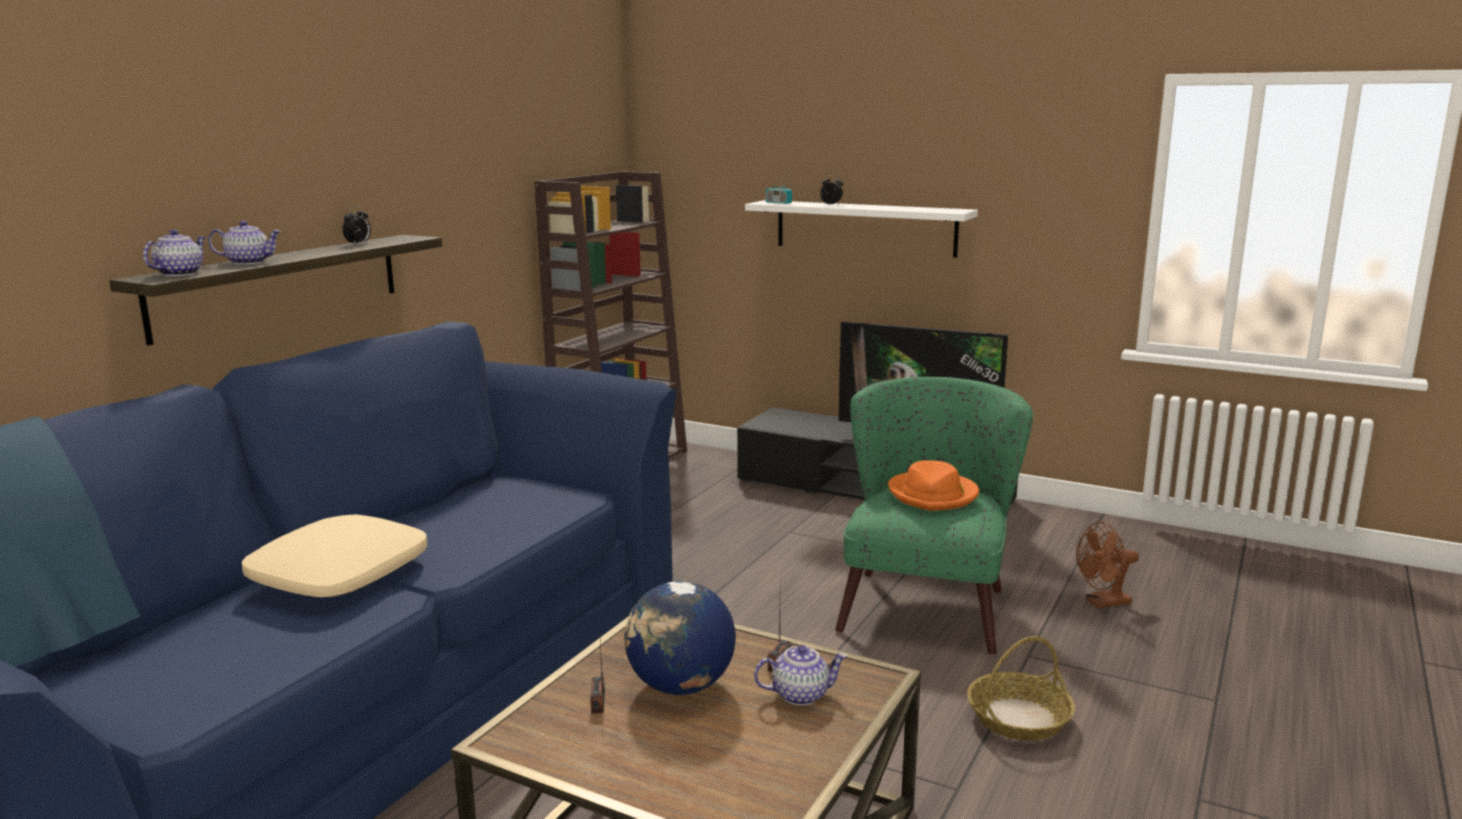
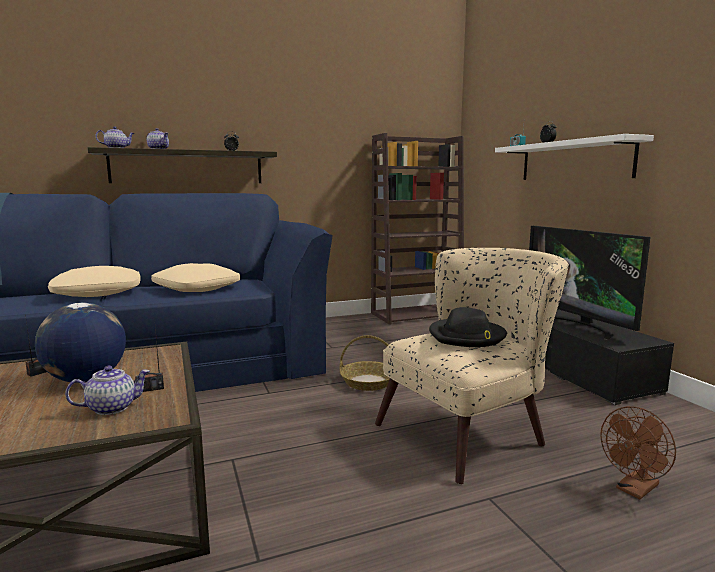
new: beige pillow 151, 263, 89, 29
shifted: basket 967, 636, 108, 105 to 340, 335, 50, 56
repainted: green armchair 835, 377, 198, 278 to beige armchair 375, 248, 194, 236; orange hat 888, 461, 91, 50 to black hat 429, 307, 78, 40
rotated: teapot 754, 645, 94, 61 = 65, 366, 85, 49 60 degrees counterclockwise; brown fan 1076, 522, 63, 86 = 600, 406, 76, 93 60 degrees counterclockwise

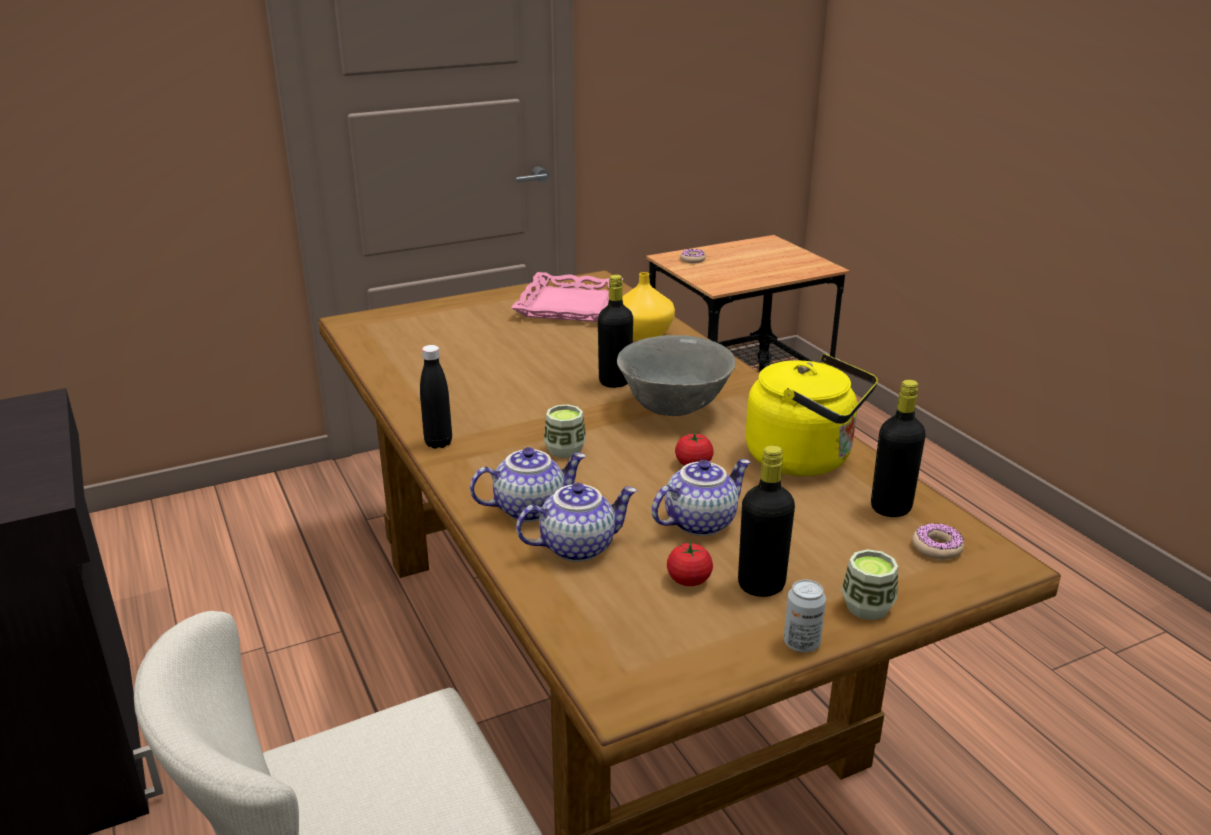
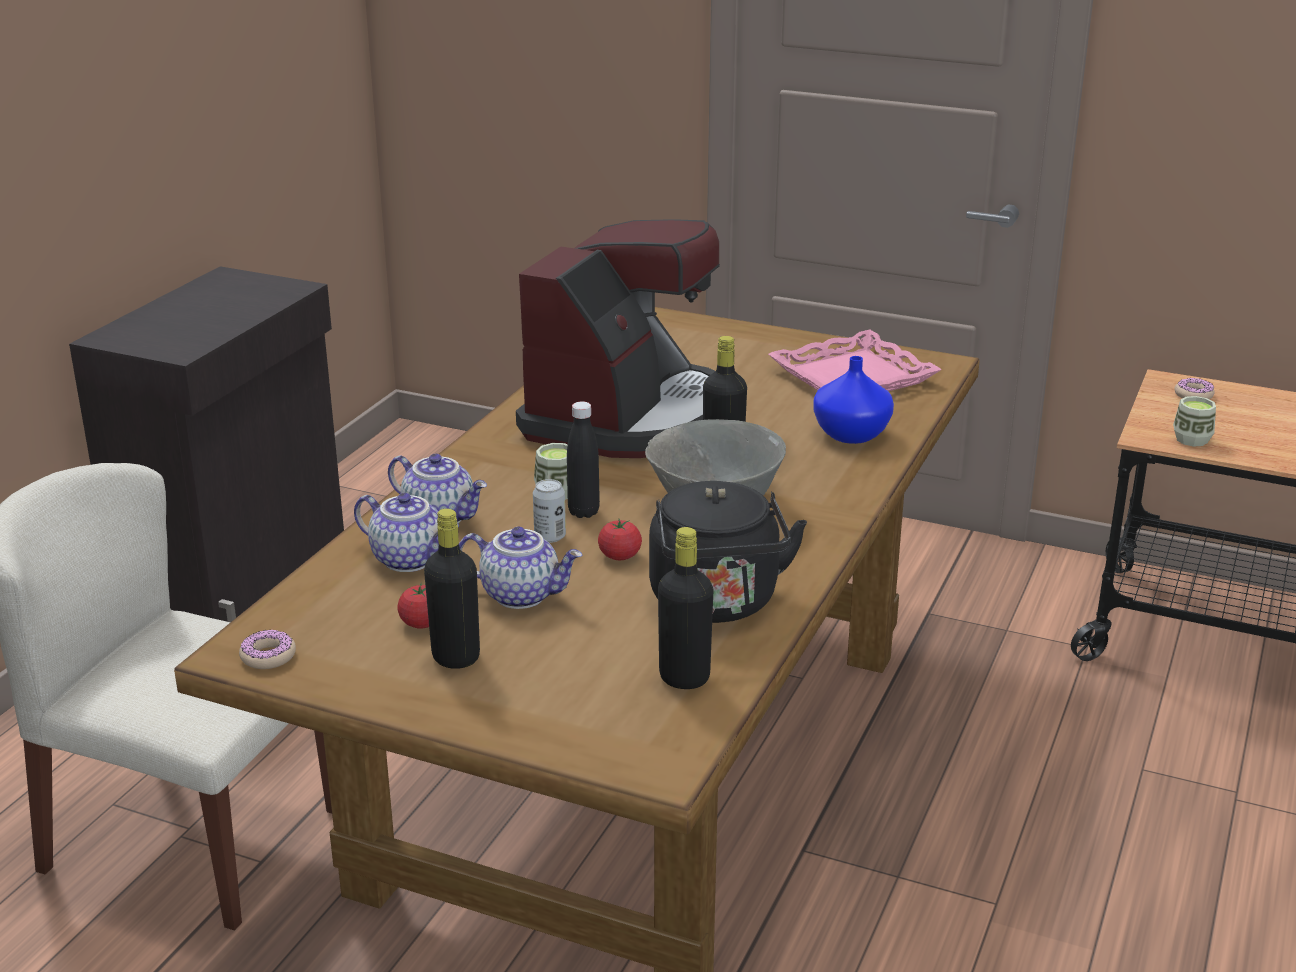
new: coffee machine 516, 219, 204, 239
shifted: black bottle 420, 345, 32, 104 to 567, 401, 33, 117; can 784, 580, 42, 73 to 533, 479, 33, 64; cup 842, 549, 56, 71 to 1173, 396, 43, 51; donut 912, 523, 52, 36 to 239, 629, 57, 40
repainted: yellow vase 622, 272, 53, 69 to blue vase 813, 356, 81, 88; yellow kettle 745, 354, 133, 122 to black kettle 649, 481, 158, 142

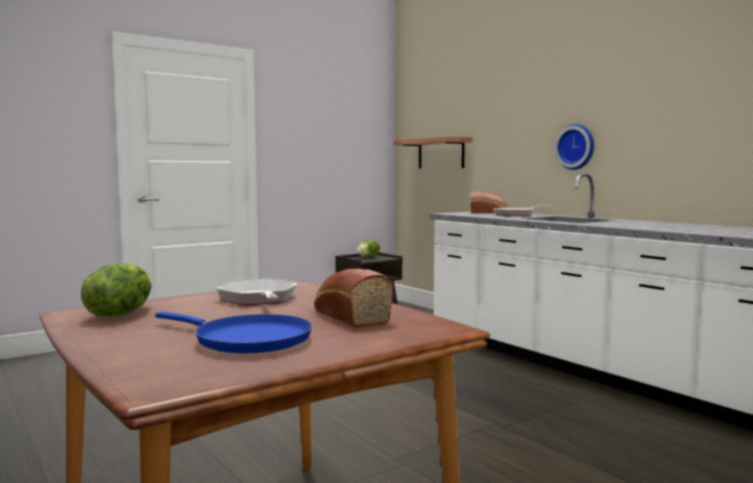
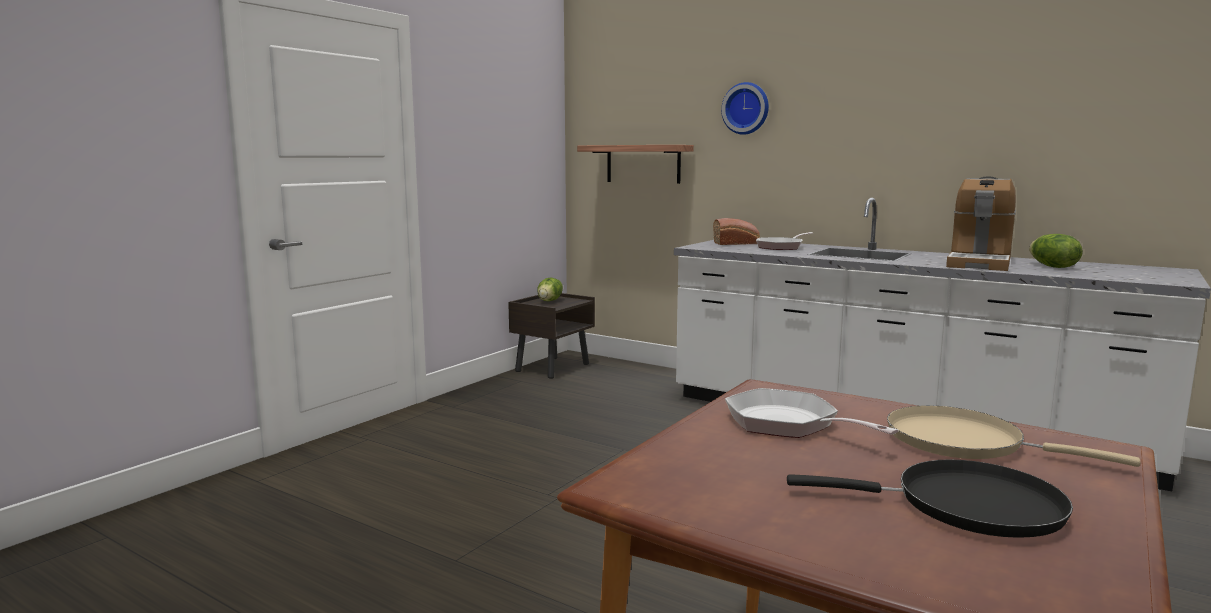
new: coffee machine 946, 176, 70, 95
shifted: lettuce 81, 263, 71, 54 to 1029, 234, 54, 34; wall clock 555, 124, 39, 46 to 721, 82, 48, 53
swapped: bread 314, 269, 79, 58 to beige frying pan 887, 405, 253, 62
repainted: blue frying pan 155, 311, 157, 42 to black frying pan 787, 459, 286, 79

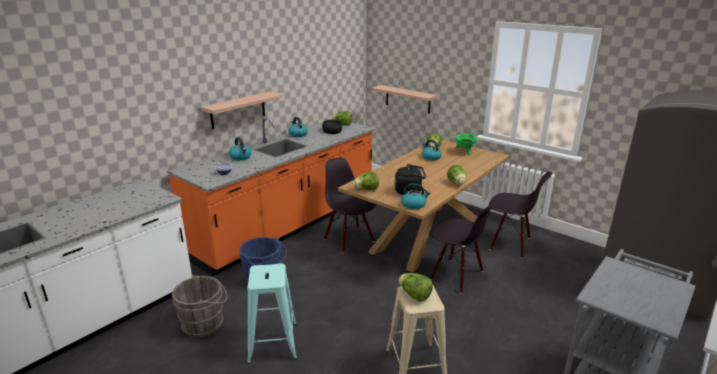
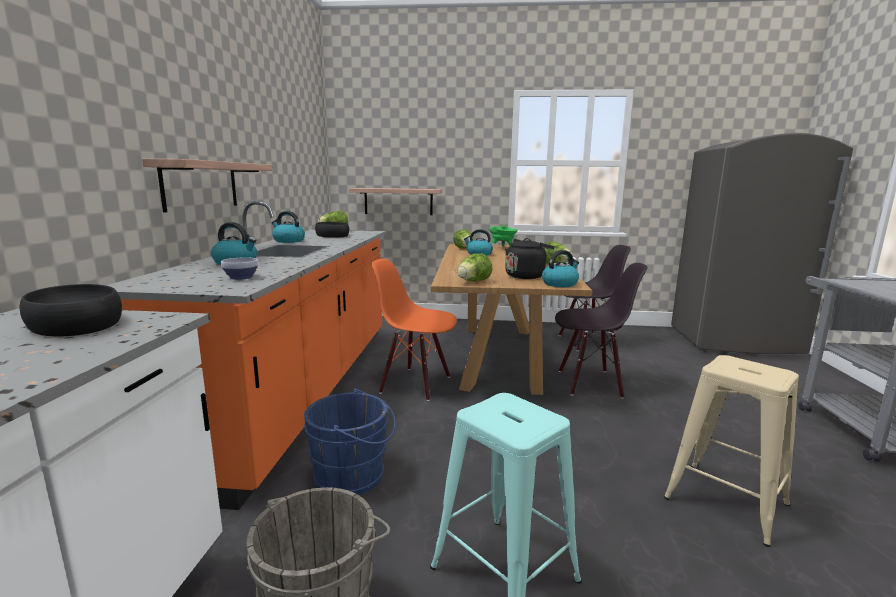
gone: lettuce 399, 273, 34, 29
new: black bowl 20, 284, 102, 52
repainted: black chair 324, 158, 53, 95 to orange chair 372, 259, 85, 142

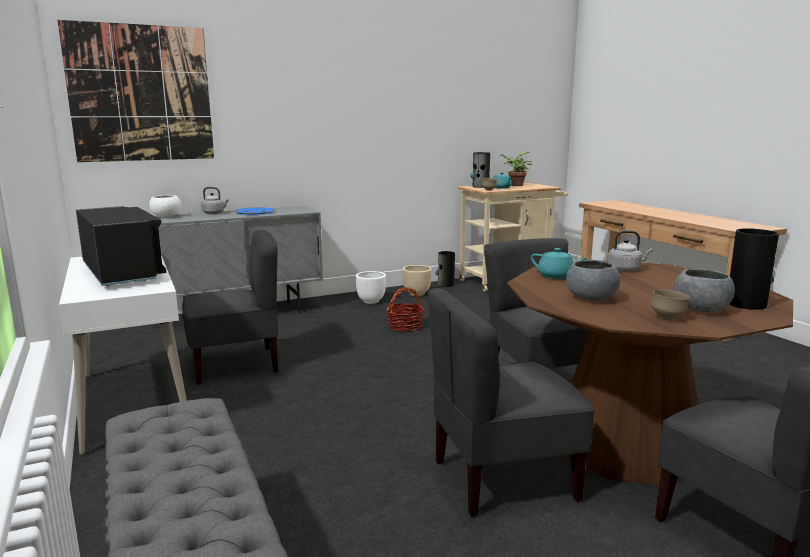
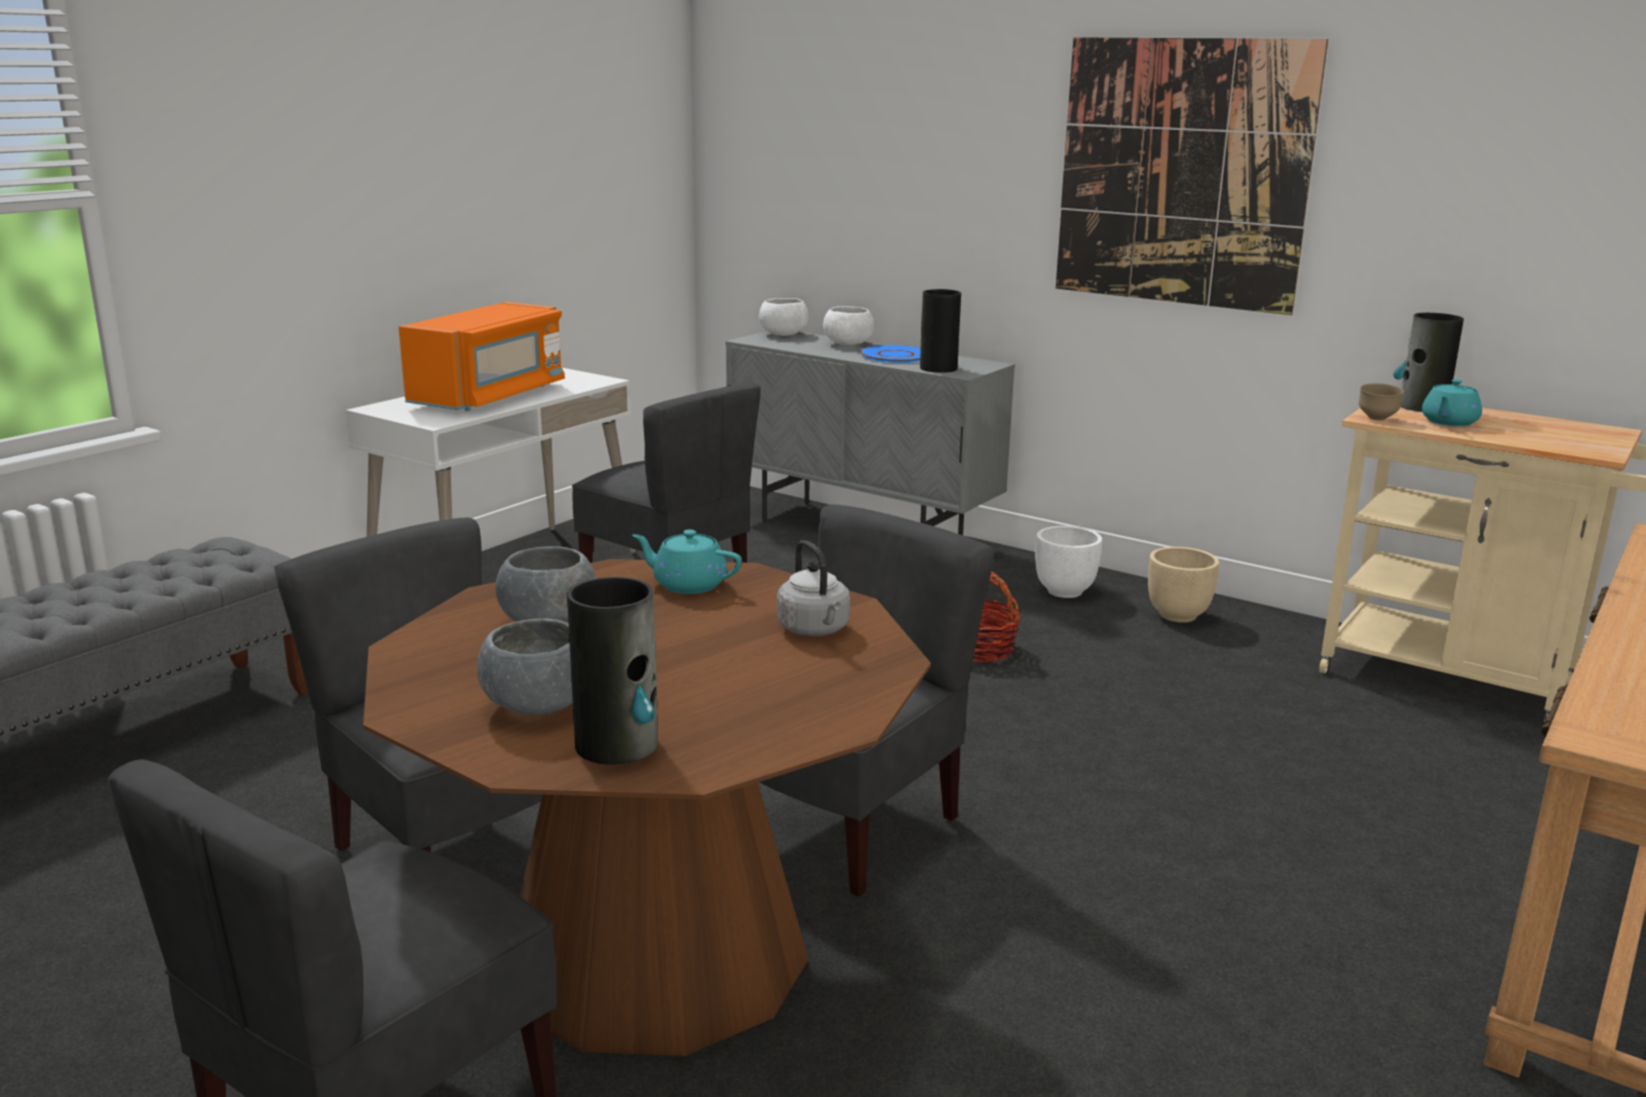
gone: potted plant 502, 152, 30, 34; brown bowl 651, 289, 39, 31
shifted: picture 58, 20, 156, 142 to 1056, 37, 272, 278; vase 435, 251, 20, 36 to 920, 289, 41, 84
swapped: grey kettle 201, 187, 28, 27 to white bowl 823, 306, 51, 39
repainted: black microwave 76, 206, 90, 80 to orange microwave 399, 302, 166, 109
rotated: turquoise teapot 531, 248, 57, 31 = 632, 529, 110, 65 105 degrees clockwise

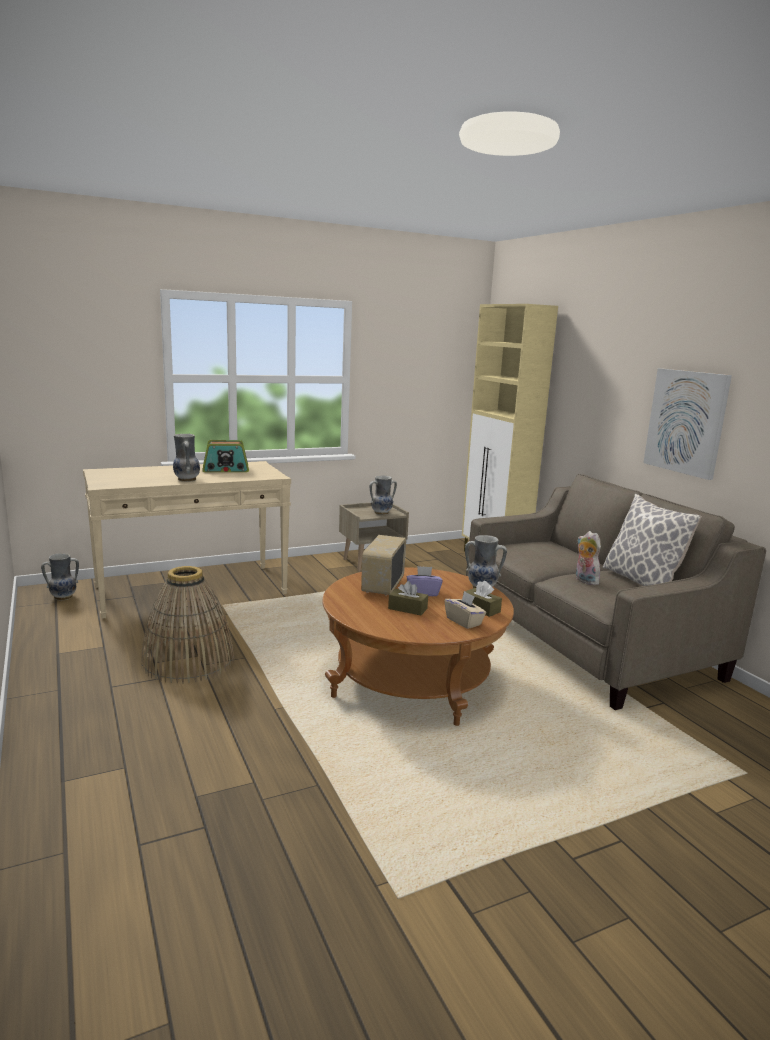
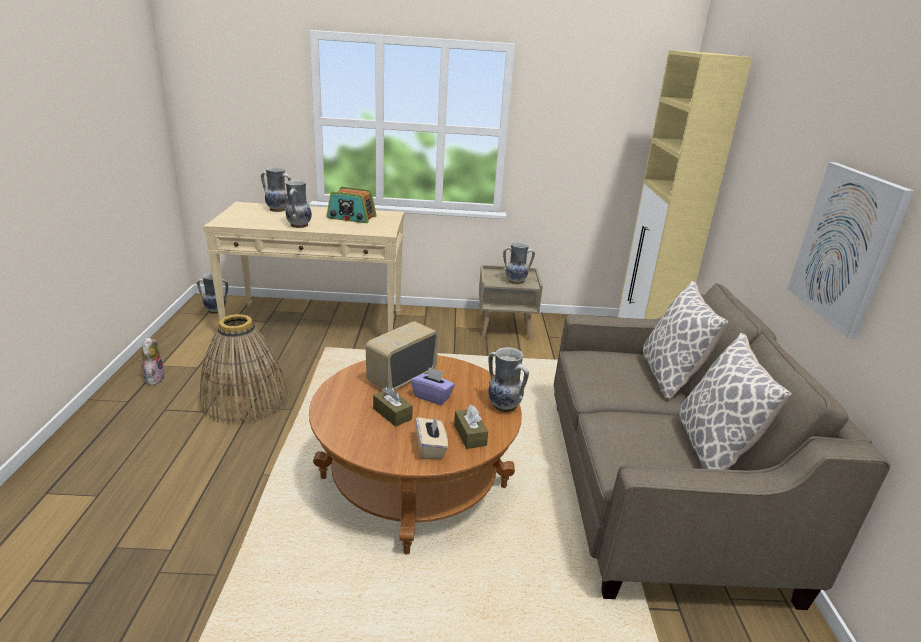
new: vase 261, 167, 30, 45; pillow 643, 281, 85, 119
shifted: plush toy 576, 531, 25, 54 to 139, 337, 27, 48

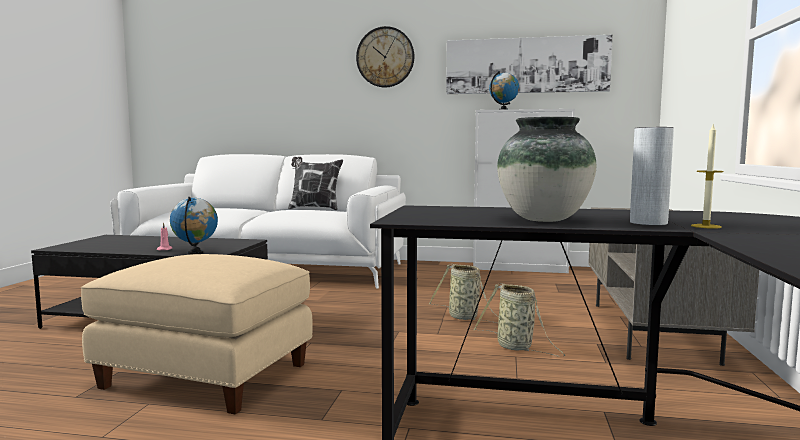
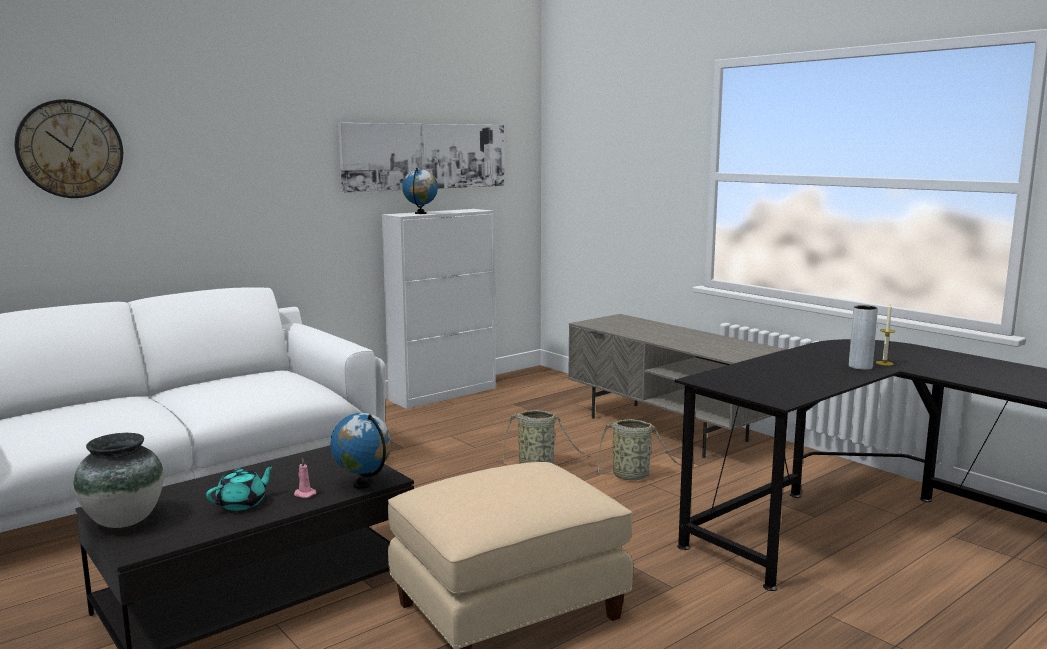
gone: pillow 288, 157, 55, 53
new: turquoise teapot 206, 465, 69, 46
shifted: wall clock 356, 26, 58, 61 to 15, 99, 108, 99; vase 497, 117, 99, 105 to 74, 433, 90, 95

